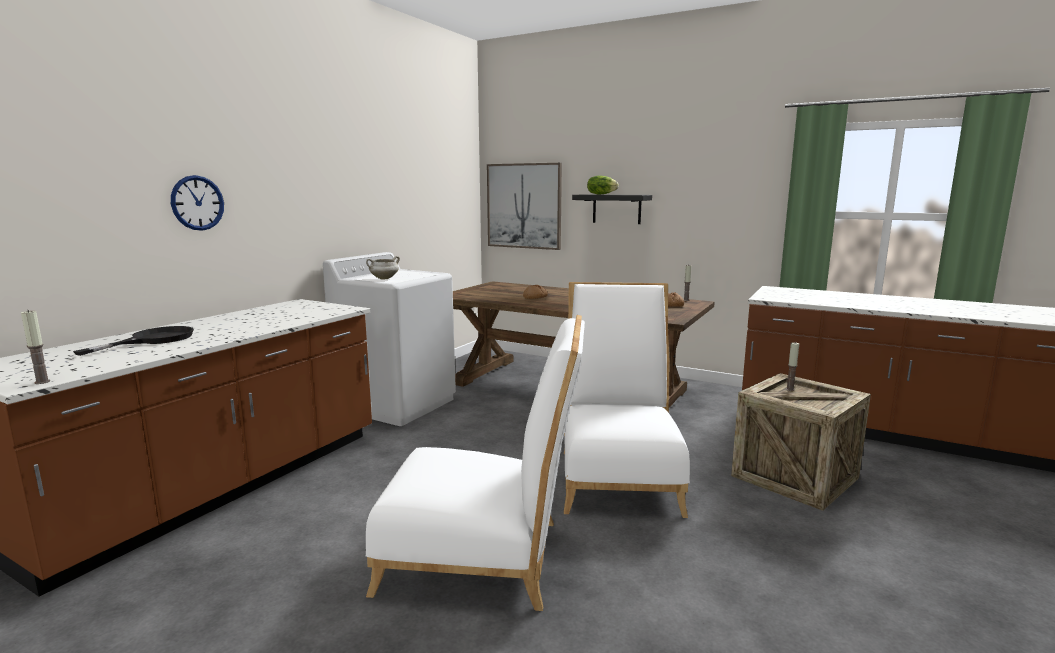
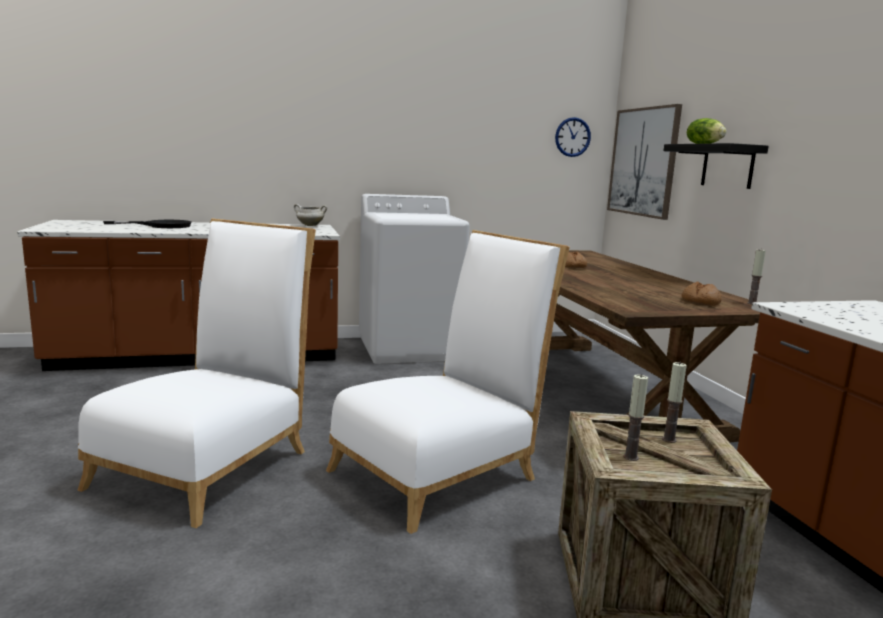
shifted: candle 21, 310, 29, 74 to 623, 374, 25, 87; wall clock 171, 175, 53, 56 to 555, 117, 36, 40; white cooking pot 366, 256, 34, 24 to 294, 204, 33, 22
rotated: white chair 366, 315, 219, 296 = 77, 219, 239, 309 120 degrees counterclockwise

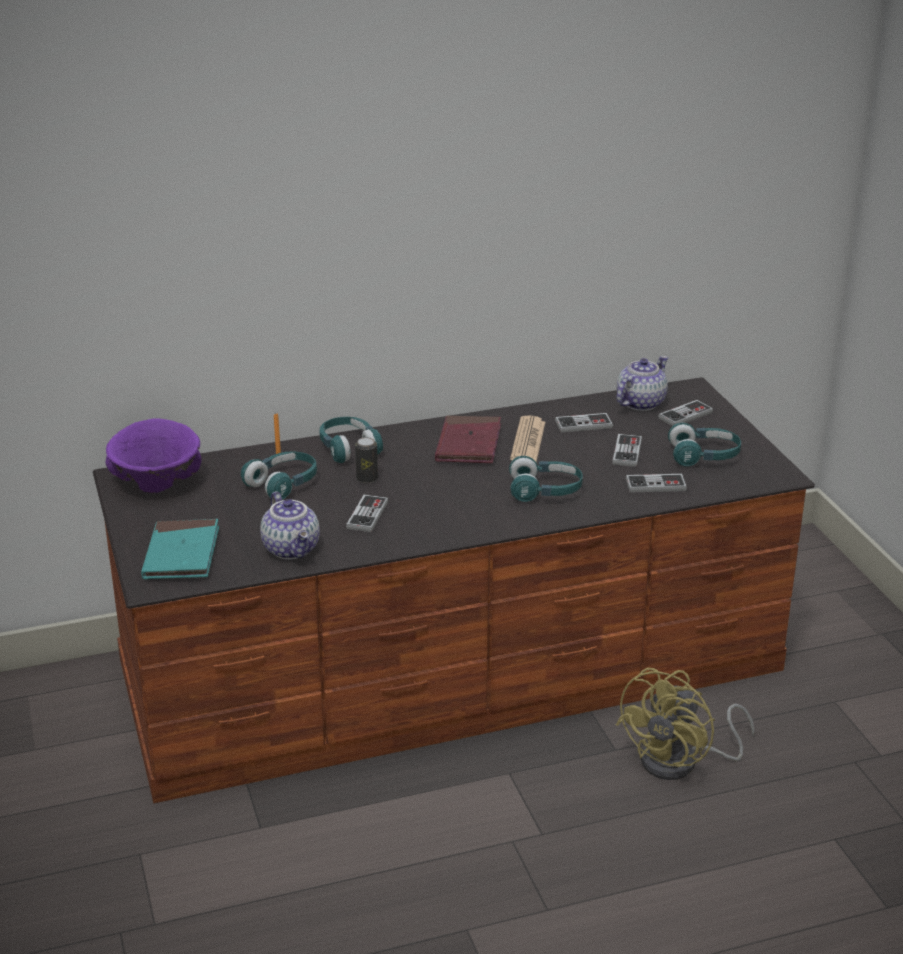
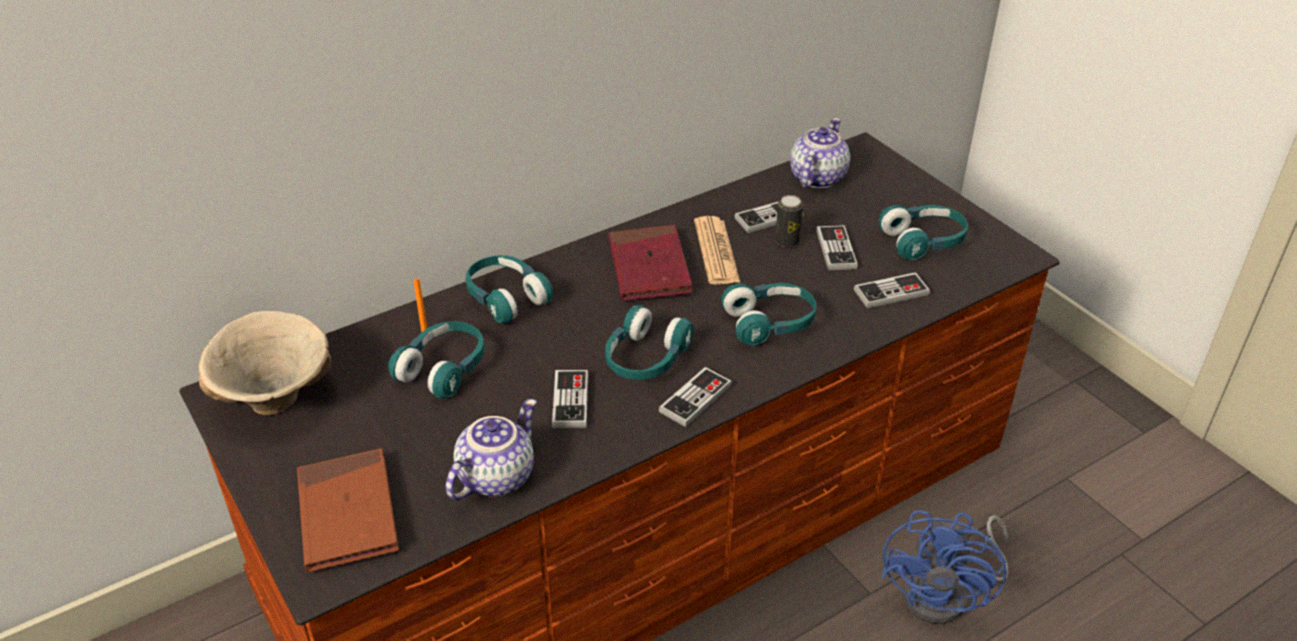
new: turquoise headphones 605, 305, 88, 75
shifted: can 355, 437, 23, 46 to 775, 195, 28, 53; game controller 658, 400, 55, 26 to 659, 367, 73, 60
repainted: purple bowl 106, 418, 96, 75 to beige bowl 199, 311, 132, 104; turquoise book 141, 519, 78, 60 to brown book 297, 448, 102, 124; yellow fan 616, 668, 139, 112 to blue fan 882, 510, 127, 114
rotated: teapot 260, 491, 60, 69 = 445, 399, 92, 101 105 degrees counterclockwise

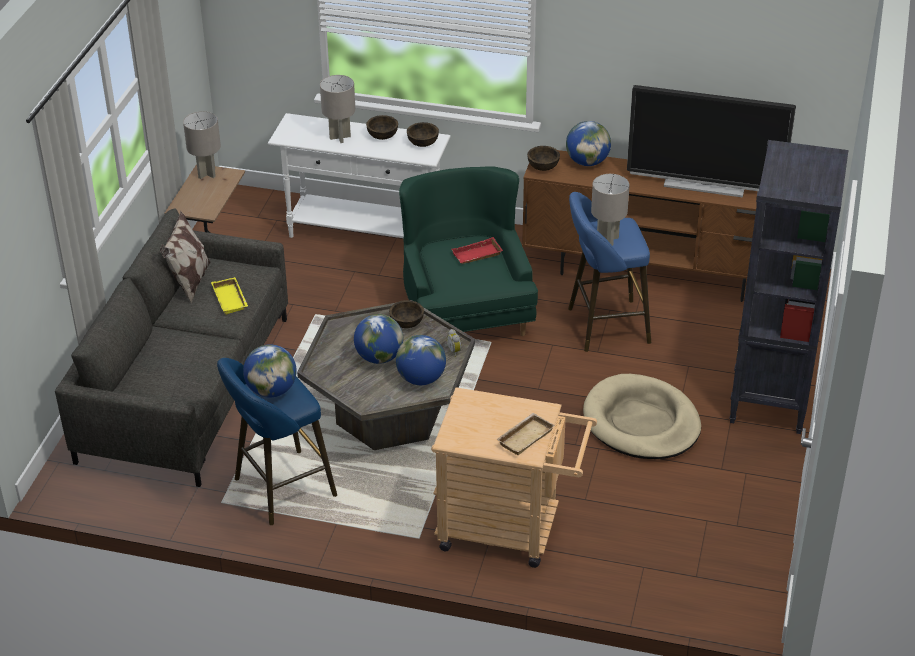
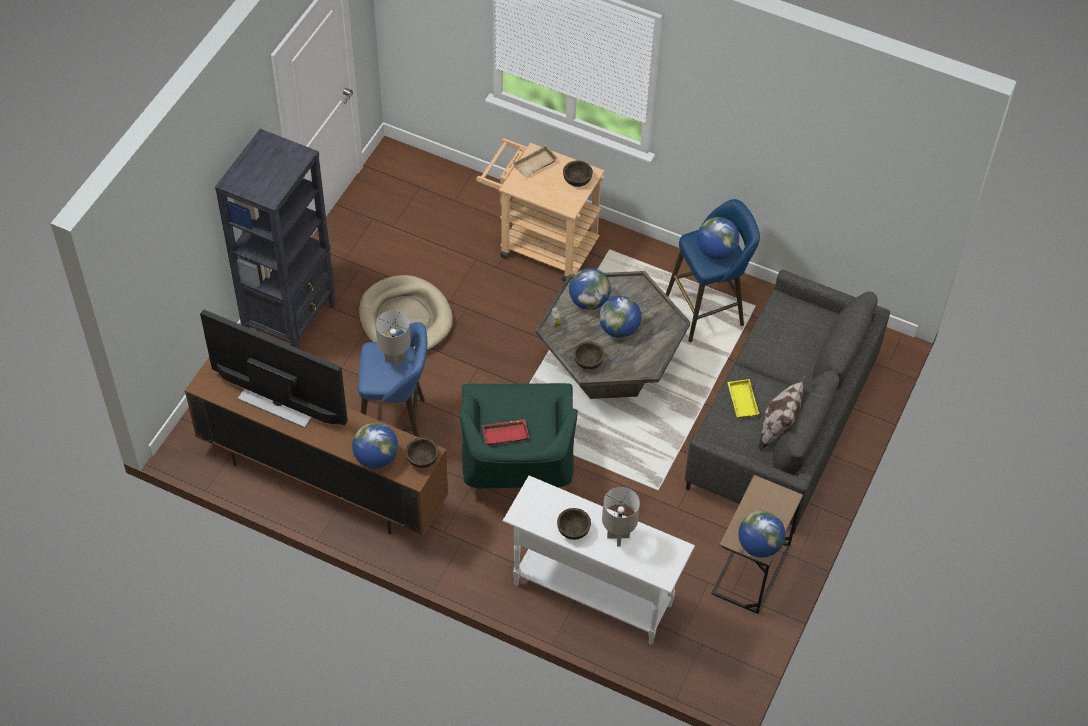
shifted: brown bowl 407, 122, 32, 25 to 563, 161, 30, 26
swapped: grey table lamp 183, 111, 38, 68 to globe 738, 511, 47, 47

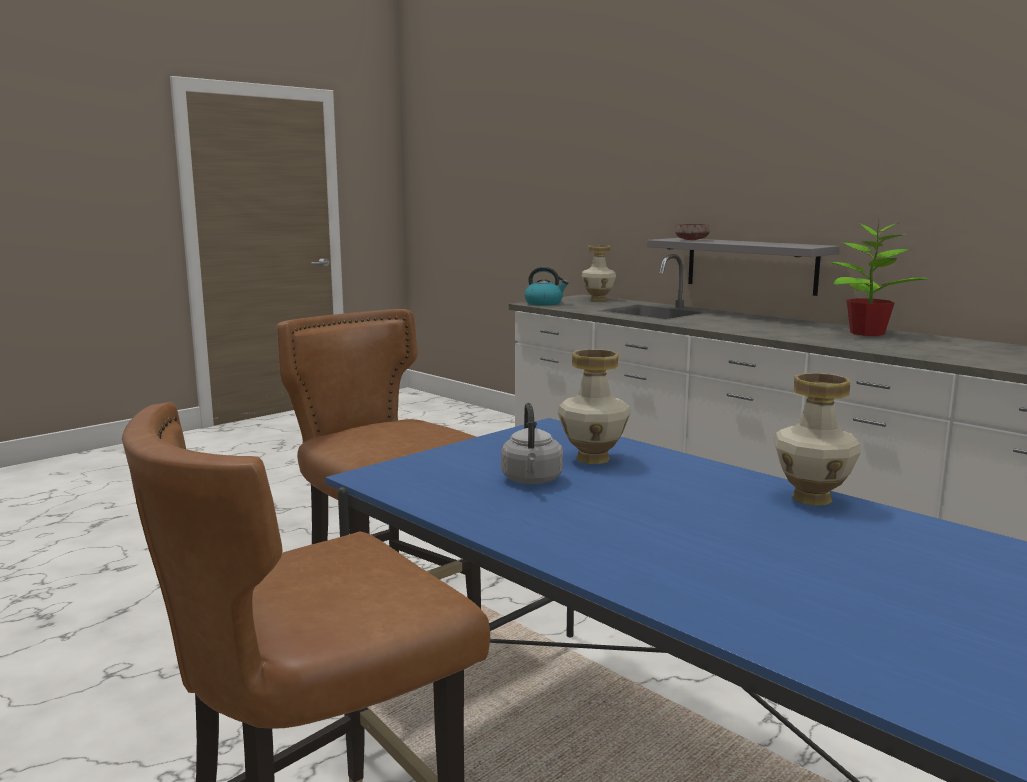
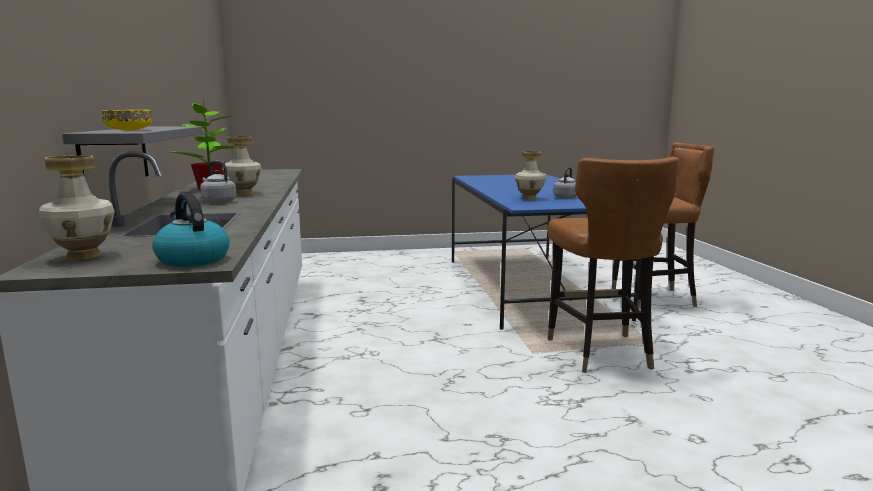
new: grey kettle 200, 161, 36, 42
shifted: vase 774, 373, 87, 133 to 222, 136, 40, 59
repainted: brown bowl 675, 224, 35, 16 to yellow bowl 102, 110, 50, 21

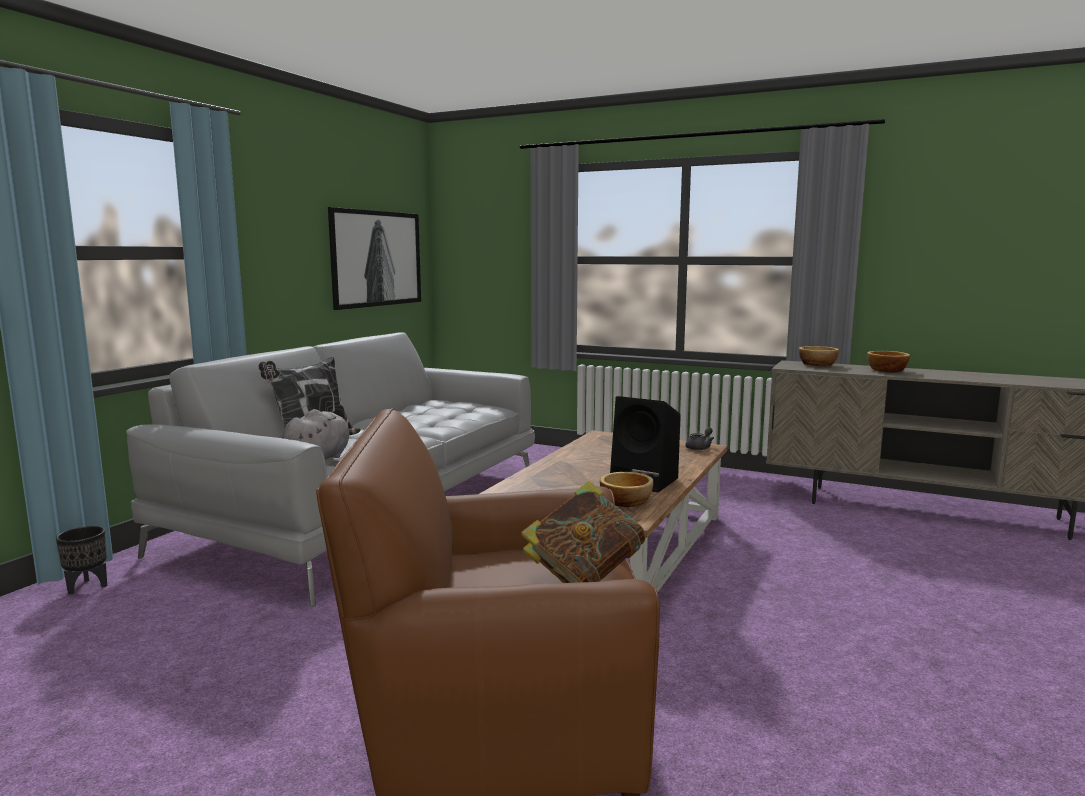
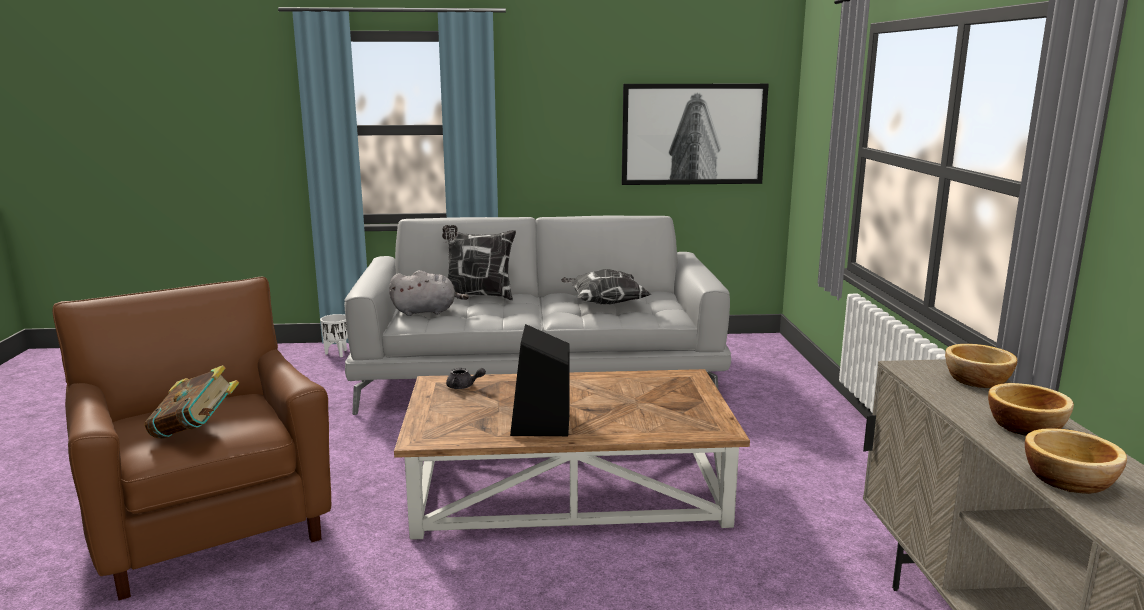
new: pillow 561, 269, 90, 35
shifted: bowl 600, 472, 54, 35 to 1025, 428, 102, 66; grey teapot 685, 427, 29, 23 to 446, 368, 40, 21
repainted: black planter 56, 526, 51, 69 to white planter 320, 314, 28, 43

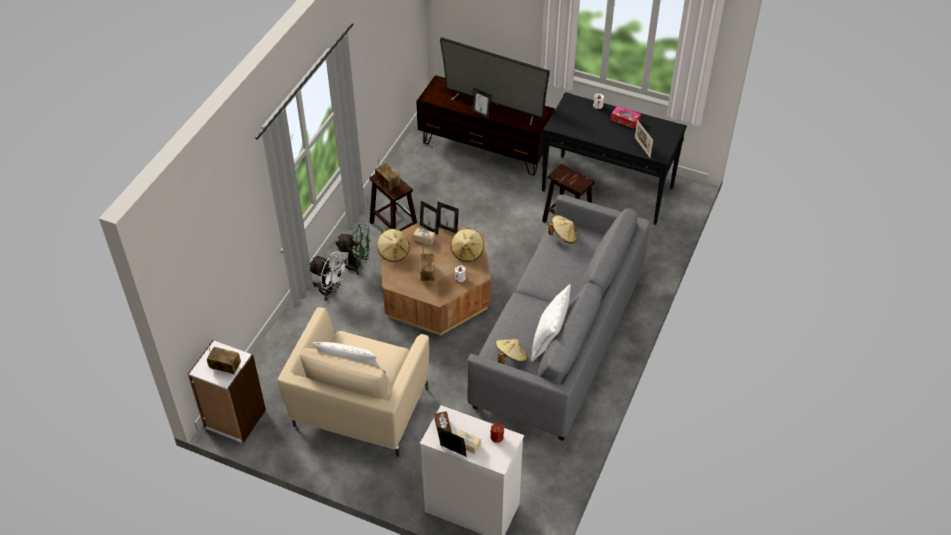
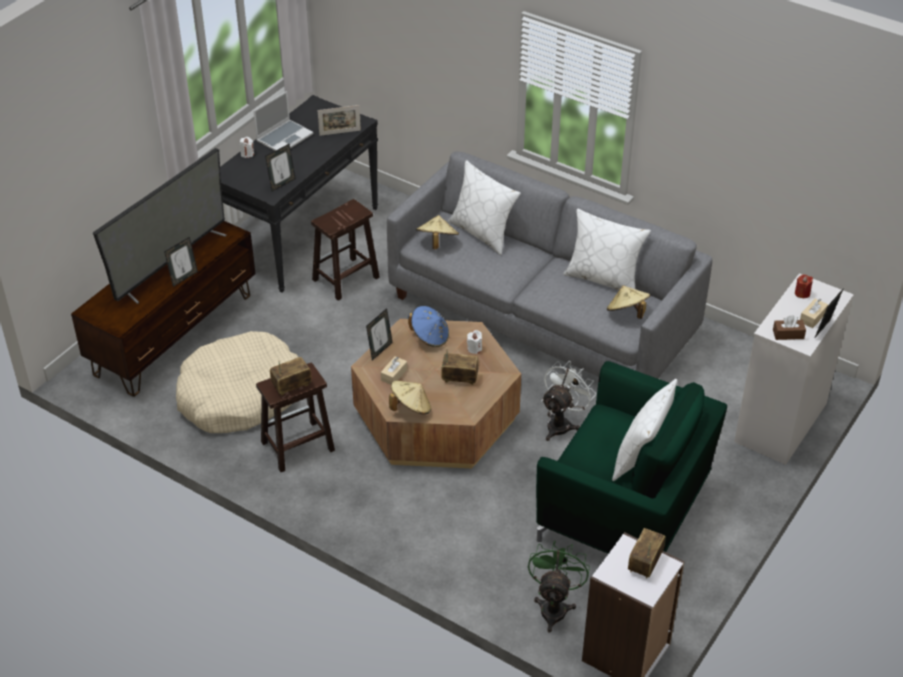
new: beige dog bed 176, 331, 122, 102; white pillow 448, 160, 73, 95
shifted: white fan 309, 252, 39, 48 to 541, 361, 55, 80; green fan 336, 224, 34, 51 to 528, 540, 62, 93; picture frame 420, 201, 20, 34 to 265, 144, 31, 47
swapped: tissue box 611, 106, 30, 23 to laptop 253, 91, 60, 60
repainted: beige armchair 277, 307, 152, 150 to green armchair 536, 361, 191, 193; beige hat 450, 227, 34, 35 to blue hat 408, 306, 41, 41

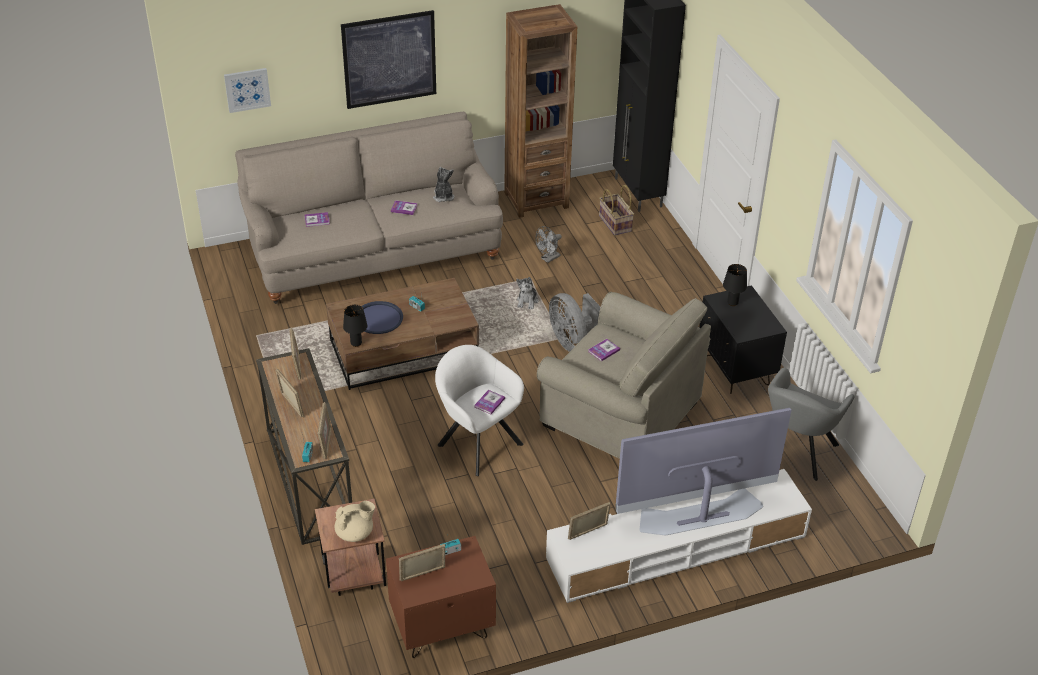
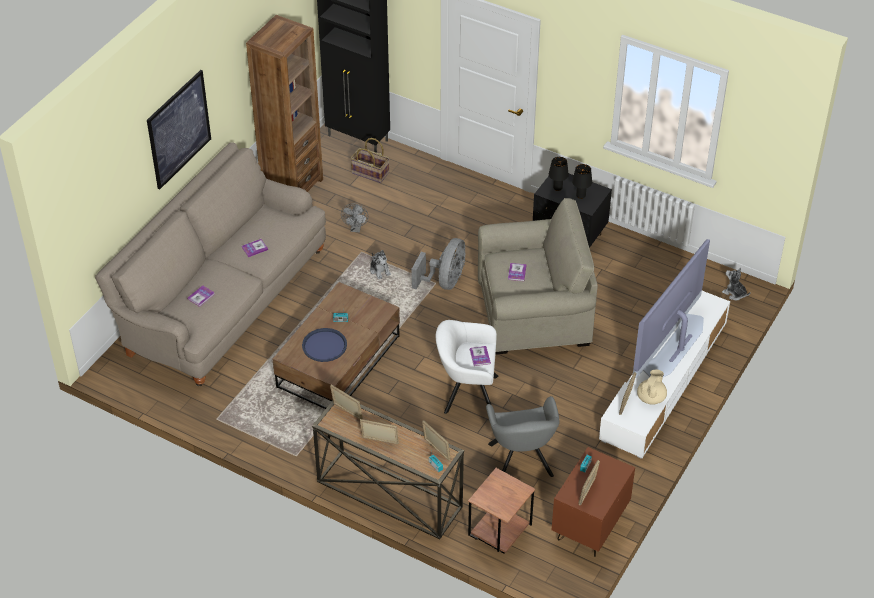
gone: picture 224, 68, 47, 45
shifted: beige teapot 335, 501, 40, 41 to 637, 370, 30, 35; black table lamp 343, 305, 24, 42 to 572, 164, 20, 35; plush toy 433, 167, 21, 35 to 722, 268, 29, 32; grey armchair 768, 368, 87, 113 to 486, 396, 73, 81
rotated: grey fan 549, 293, 52, 59 = 412, 238, 53, 52 90 degrees counterclockwise

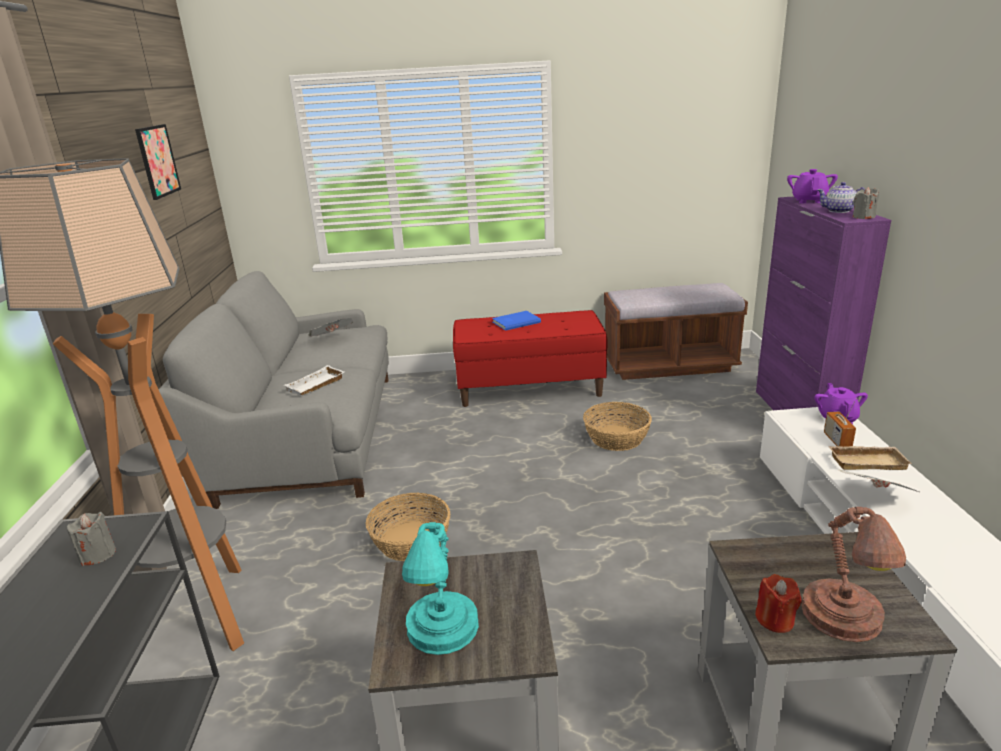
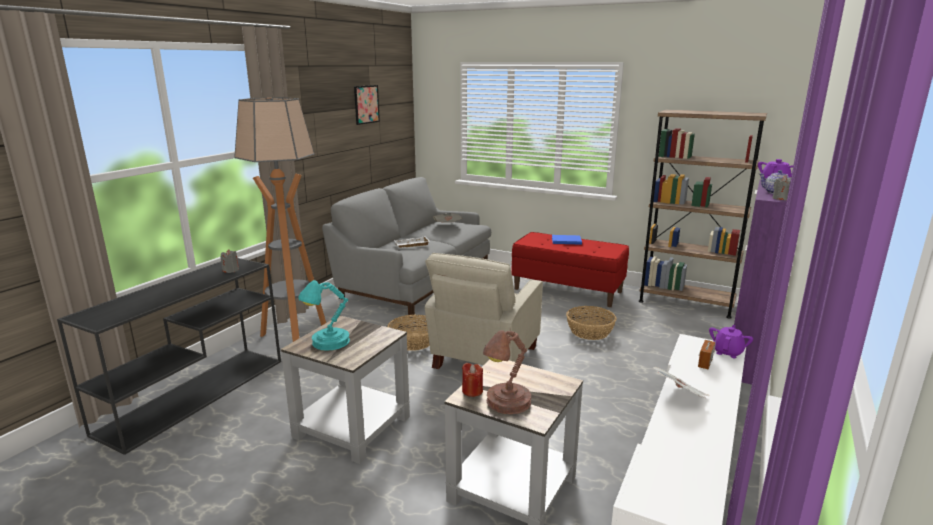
gone: beige tray 829, 446, 83, 24
new: beige armchair 425, 253, 118, 116
swapped: brown bench 604, 283, 144, 97 to brown bookcase 639, 110, 128, 209

